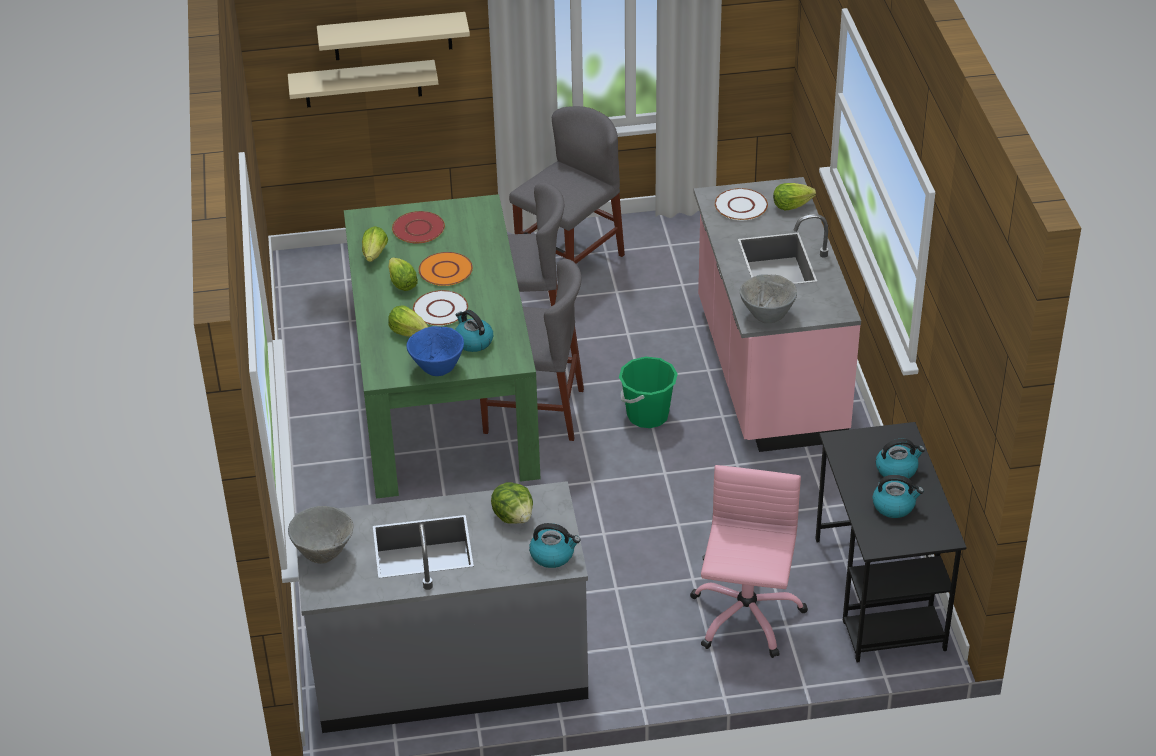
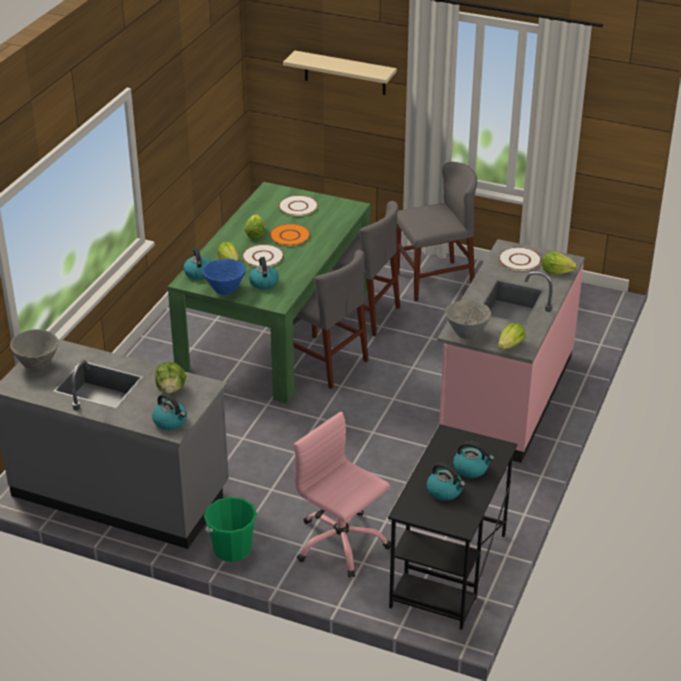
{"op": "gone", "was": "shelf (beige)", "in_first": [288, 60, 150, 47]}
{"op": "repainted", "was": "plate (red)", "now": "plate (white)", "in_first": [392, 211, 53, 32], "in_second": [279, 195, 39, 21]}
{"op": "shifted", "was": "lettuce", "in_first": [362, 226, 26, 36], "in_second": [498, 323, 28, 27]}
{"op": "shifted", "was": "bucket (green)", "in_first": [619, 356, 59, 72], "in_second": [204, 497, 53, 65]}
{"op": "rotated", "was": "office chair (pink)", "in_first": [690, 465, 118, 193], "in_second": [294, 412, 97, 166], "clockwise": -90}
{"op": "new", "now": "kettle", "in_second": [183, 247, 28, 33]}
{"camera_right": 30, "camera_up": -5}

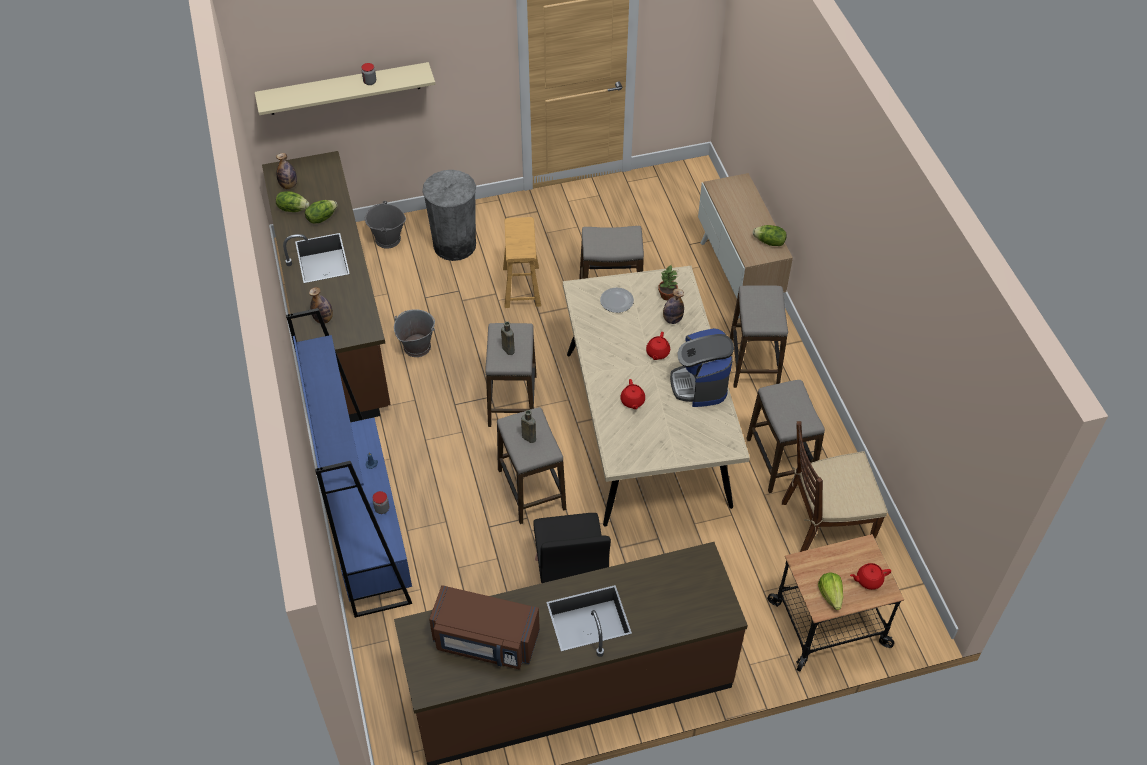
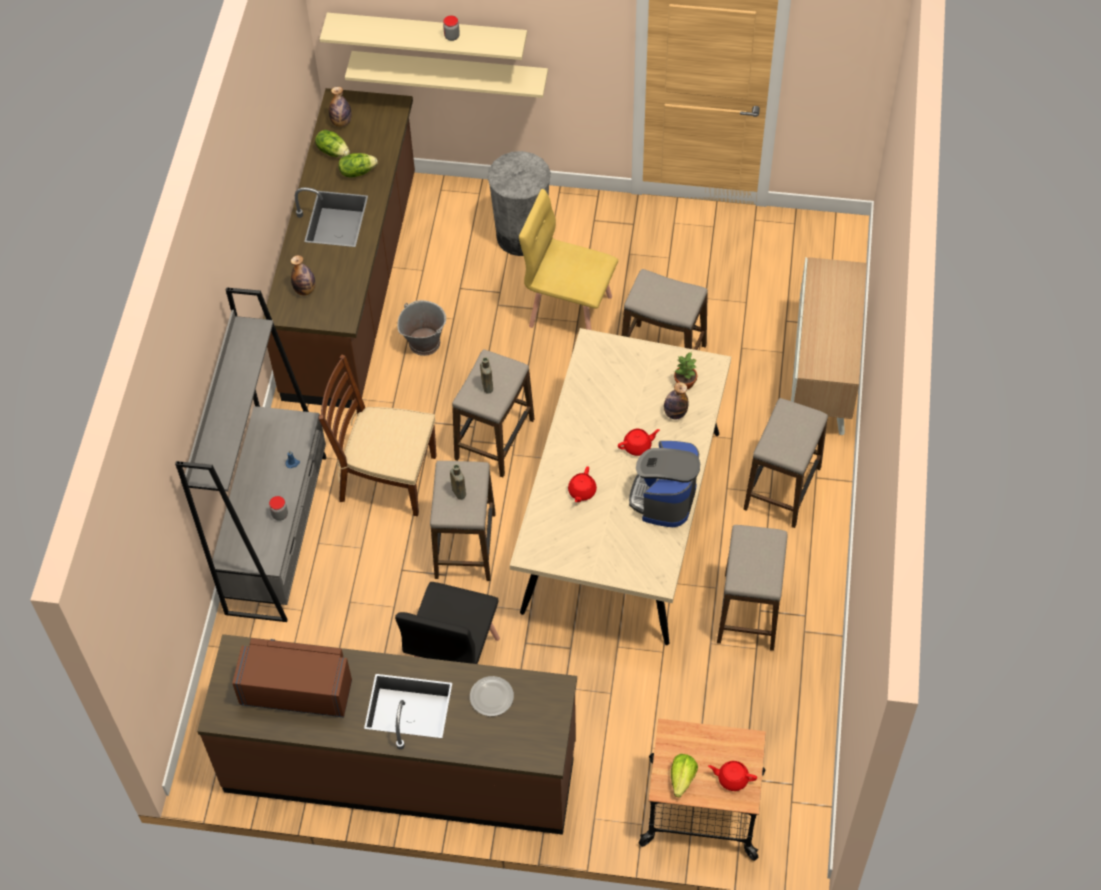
{"op": "gone", "was": "bucket (grey)", "in_first": [365, 201, 41, 48]}
{"op": "swapped", "was": "stool (brown)", "now": "chair (yellow)", "in_first": [503, 217, 38, 91], "in_second": [519, 189, 99, 141]}
{"op": "gone", "was": "lettuce", "in_first": [753, 225, 34, 21]}
{"op": "shifted", "was": "plate", "in_first": [600, 288, 34, 25], "in_second": [470, 676, 44, 40]}
{"op": "repainted", "was": "bookcase (blue)", "now": "bookcase (grey)", "in_first": [286, 308, 126, 310], "in_second": [175, 288, 151, 334]}
{"op": "rotated", "was": "teapot (red)", "in_first": [646, 332, 24, 28], "in_second": [618, 429, 42, 27], "clockwise": -150}
{"op": "shifted", "was": "chair (brown)", "in_first": [782, 421, 106, 131], "in_second": [319, 355, 118, 161]}
{"op": "rotated", "was": "microwave (brown)", "in_first": [429, 585, 111, 85], "in_second": [232, 638, 120, 80], "clockwise": 150}
{"op": "new", "now": "shelf (beige)", "in_second": [345, 51, 203, 47]}
{"camera_right": 25, "camera_up": 5}

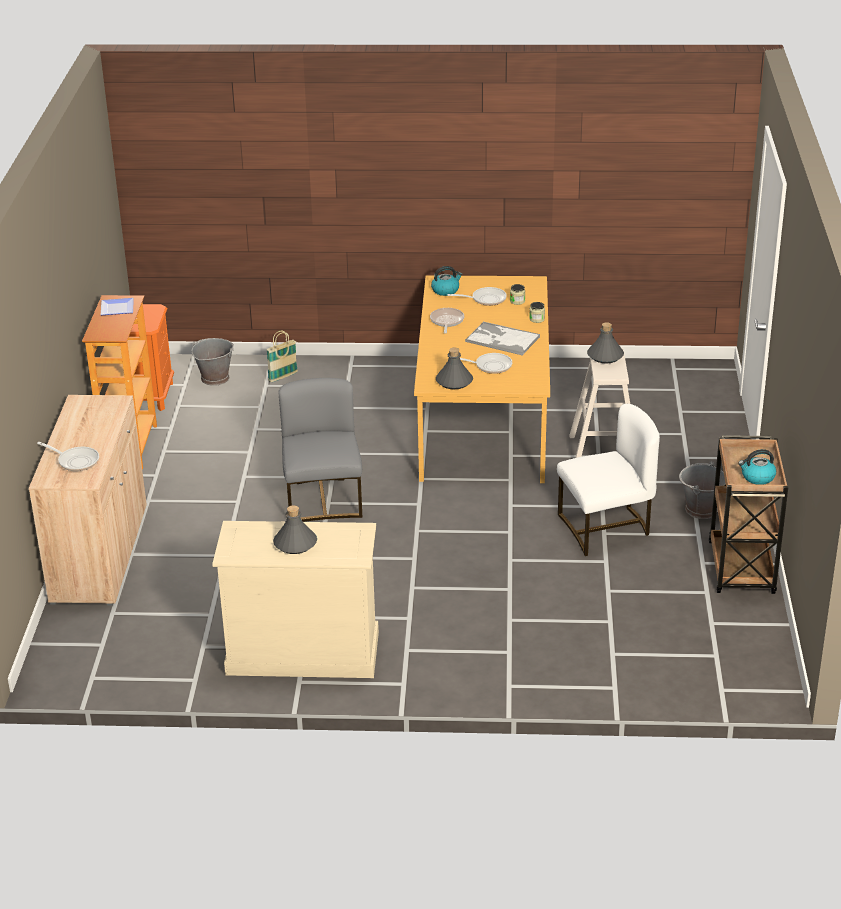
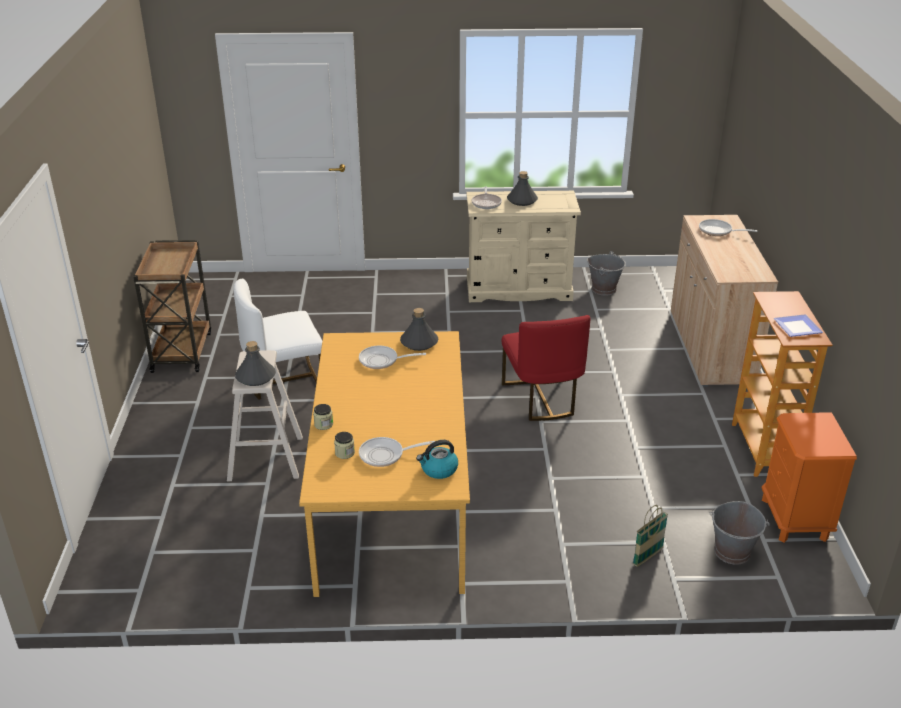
{"op": "shifted", "was": "frying pan", "in_first": [430, 308, 34, 26], "in_second": [471, 186, 31, 23]}
{"op": "gone", "was": "tray", "in_first": [465, 321, 75, 35]}
{"op": "repainted", "was": "chair (grey)", "now": "chair (red)", "in_first": [278, 378, 84, 144], "in_second": [502, 315, 89, 106]}
{"op": "gone", "was": "kettle", "in_first": [738, 449, 38, 35]}
{"op": "shifted", "was": "bucket (grey)", "in_first": [679, 461, 47, 58], "in_second": [587, 251, 39, 45]}
{"camera_right": 175, "camera_up": 0}

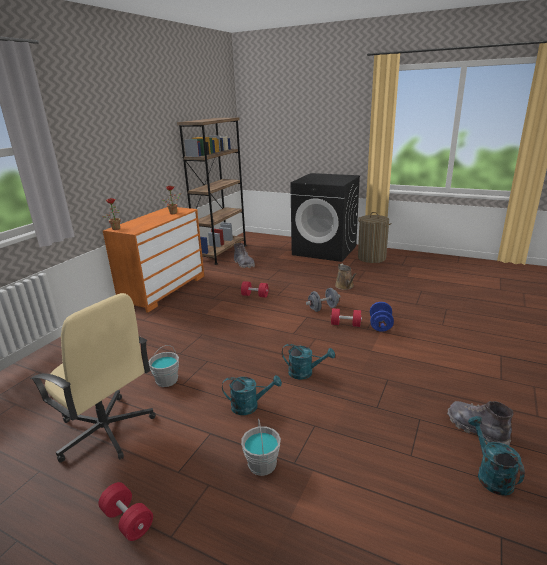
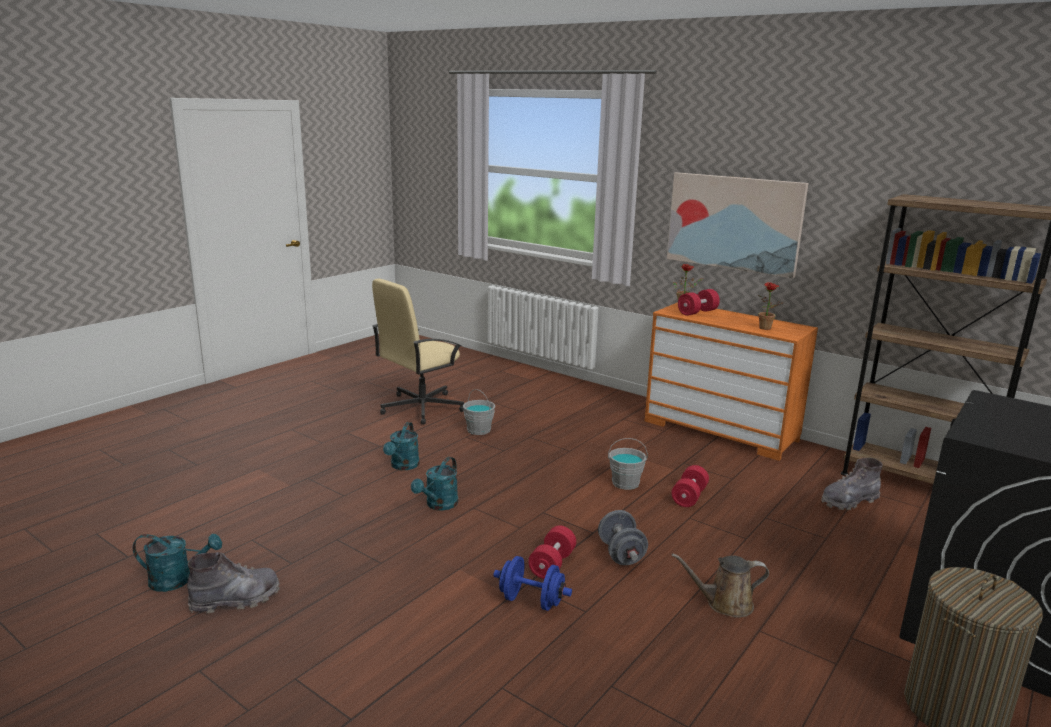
{"op": "shifted", "was": "bucket (grey)", "in_first": [241, 419, 40, 57], "in_second": [608, 438, 40, 52]}
{"op": "shifted", "was": "dumbbell (red)", "in_first": [98, 482, 55, 59], "in_second": [678, 289, 42, 27]}
{"op": "new", "now": "picture", "in_second": [667, 172, 141, 106]}
{"camera_right": 100, "camera_up": -5}

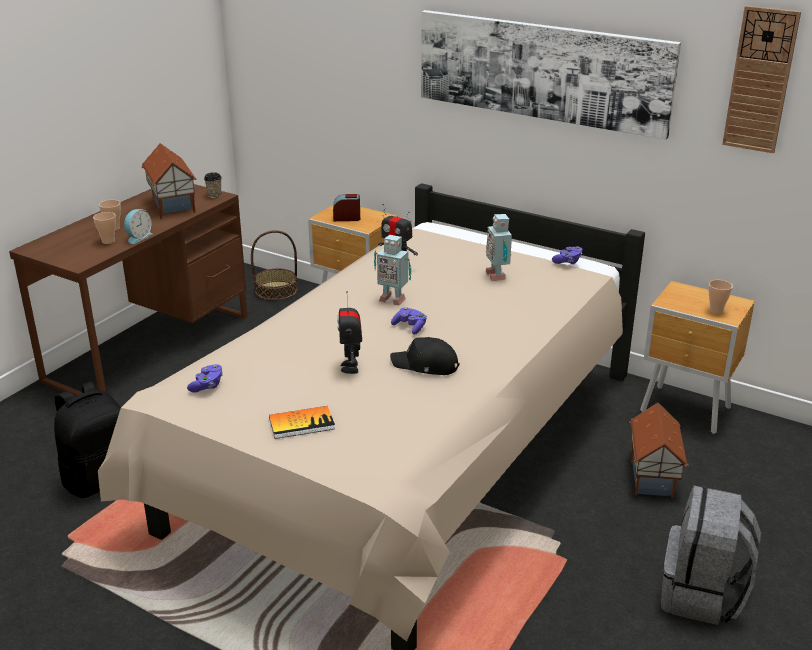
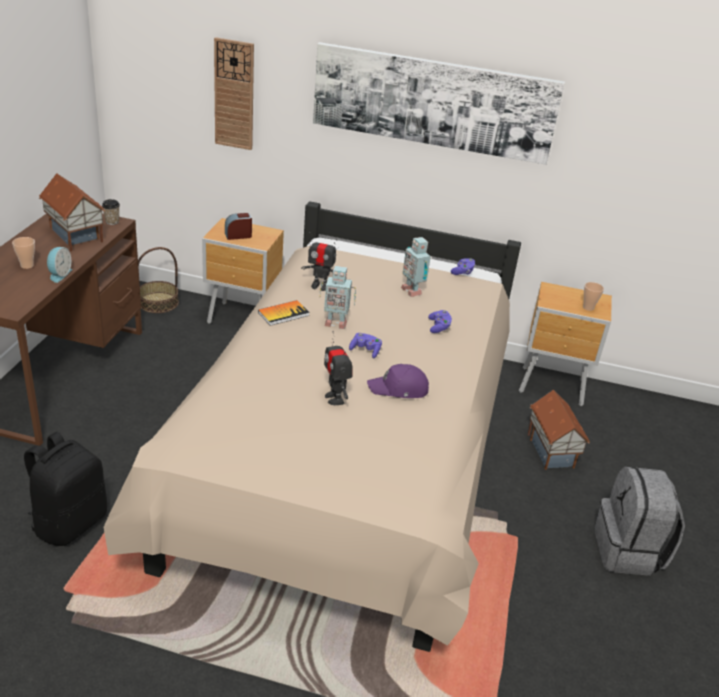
{"op": "shifted", "was": "wall clock", "in_first": [722, 6, 79, 147], "in_second": [214, 37, 40, 113]}
{"op": "gone", "was": "cup", "in_first": [93, 212, 23, 32]}
{"op": "repainted", "was": "cap (black)", "now": "cap (purple)", "in_first": [390, 337, 69, 38], "in_second": [367, 364, 62, 34]}
{"op": "shifted", "was": "game controller (purple)", "in_first": [187, 364, 36, 28], "in_second": [428, 310, 24, 23]}
{"op": "shifted", "was": "book", "in_first": [269, 406, 66, 33], "in_second": [258, 300, 52, 26]}
{"camera_right": -20, "camera_up": 5}

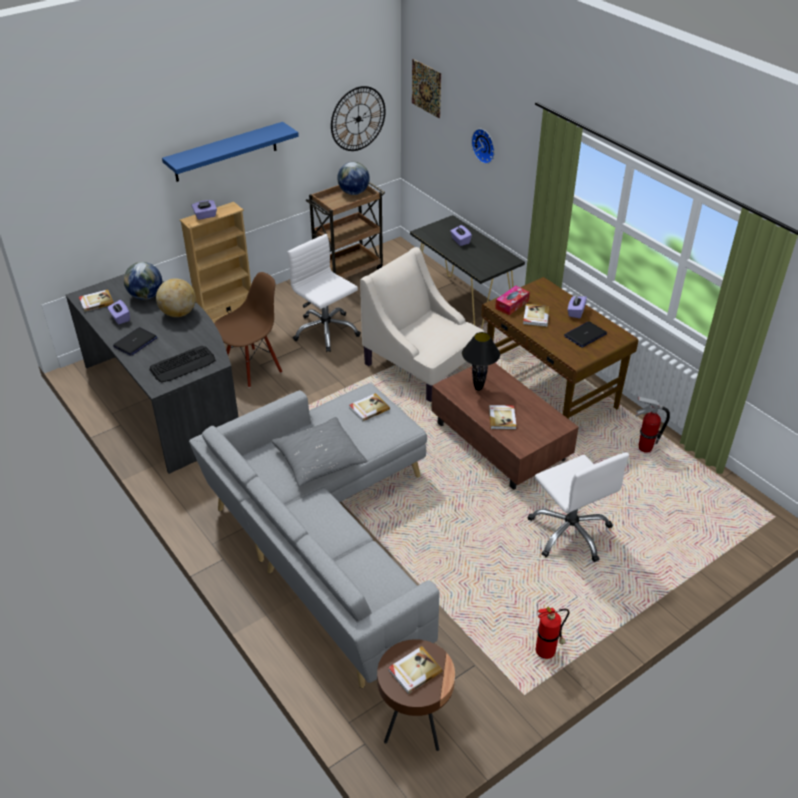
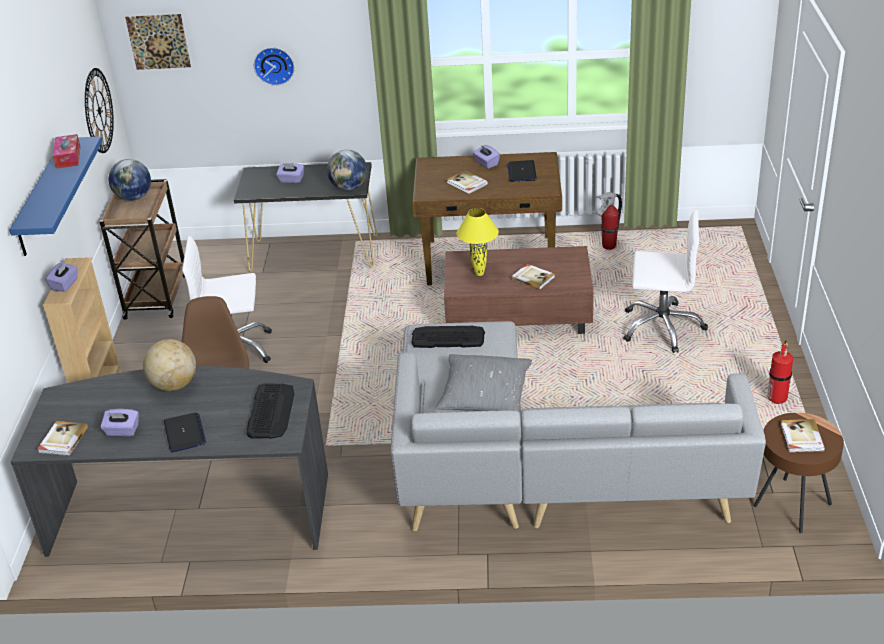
{"op": "gone", "was": "armchair (beige)", "in_first": [360, 247, 124, 155]}
{"op": "shifted", "was": "globe", "in_first": [124, 262, 38, 38], "in_second": [327, 150, 40, 41]}
{"op": "shifted", "was": "tissue box", "in_first": [495, 286, 35, 29], "in_second": [53, 134, 27, 35]}
{"op": "repainted", "was": "table lamp (black)", "now": "table lamp (yellow)", "in_first": [462, 332, 38, 59], "in_second": [457, 208, 42, 68]}
{"op": "swapped", "was": "book", "now": "keyboard", "in_first": [349, 393, 41, 29], "in_second": [411, 325, 74, 23]}
{"camera_right": -50, "camera_up": -5}

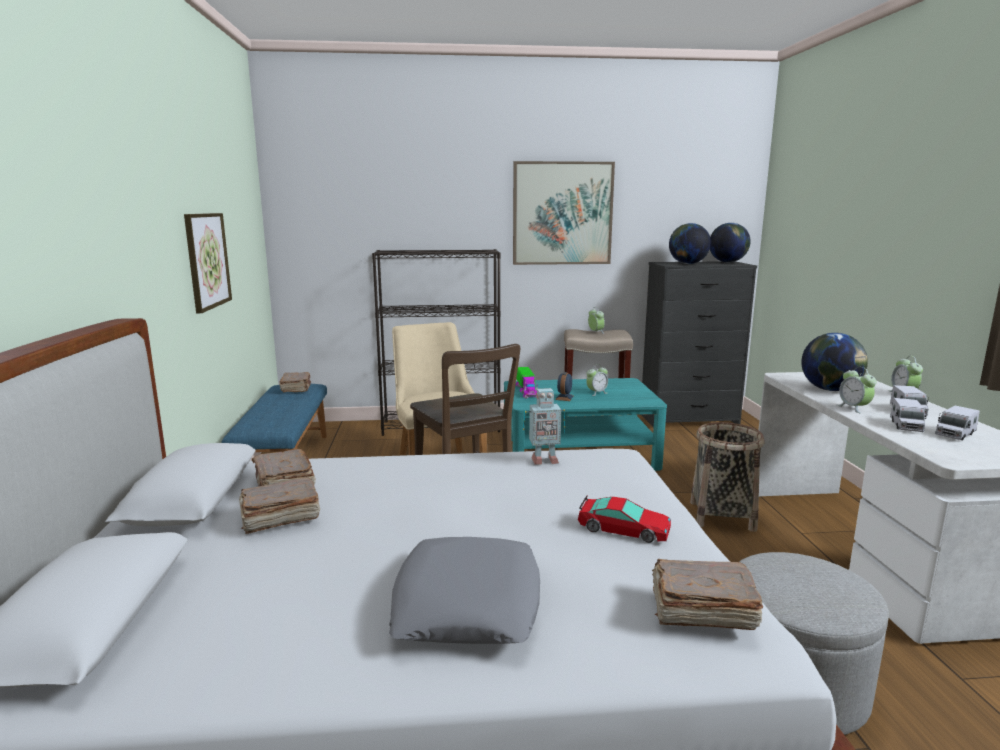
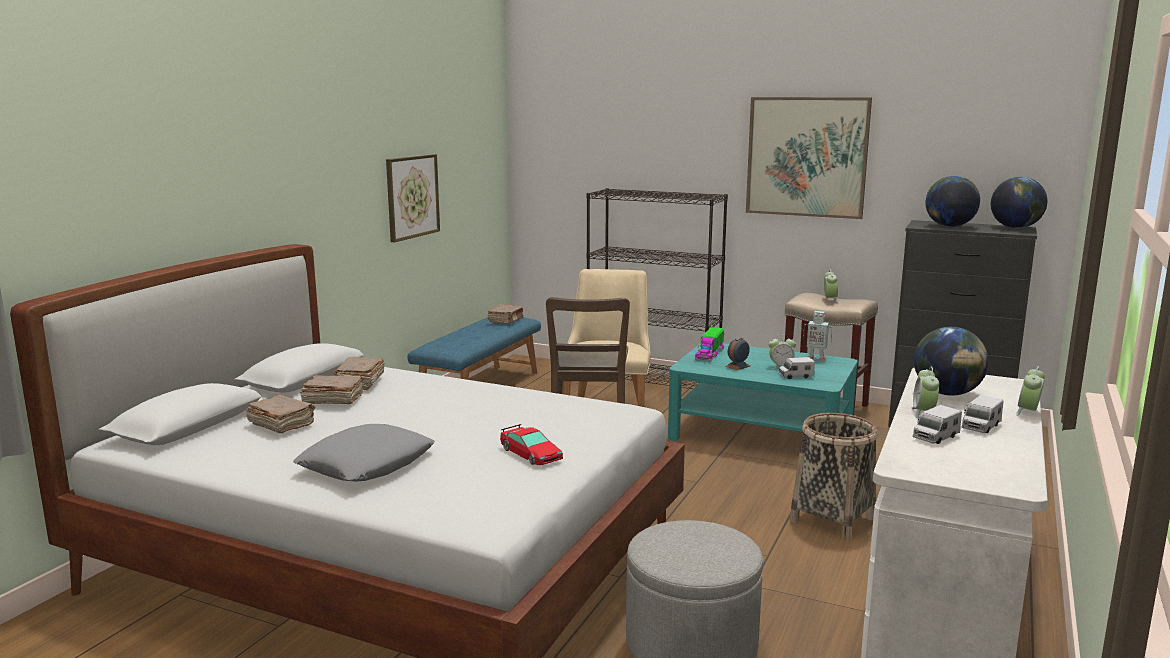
{"op": "shifted", "was": "toy robot", "in_first": [523, 388, 42, 77], "in_second": [803, 311, 29, 51]}
{"op": "shifted", "was": "toy truck", "in_first": [935, 406, 45, 34], "in_second": [778, 357, 37, 22]}
{"op": "shifted", "was": "book (brown)", "in_first": [652, 559, 111, 71], "in_second": [246, 395, 69, 38]}
{"camera_right": 30, "camera_up": 0}

